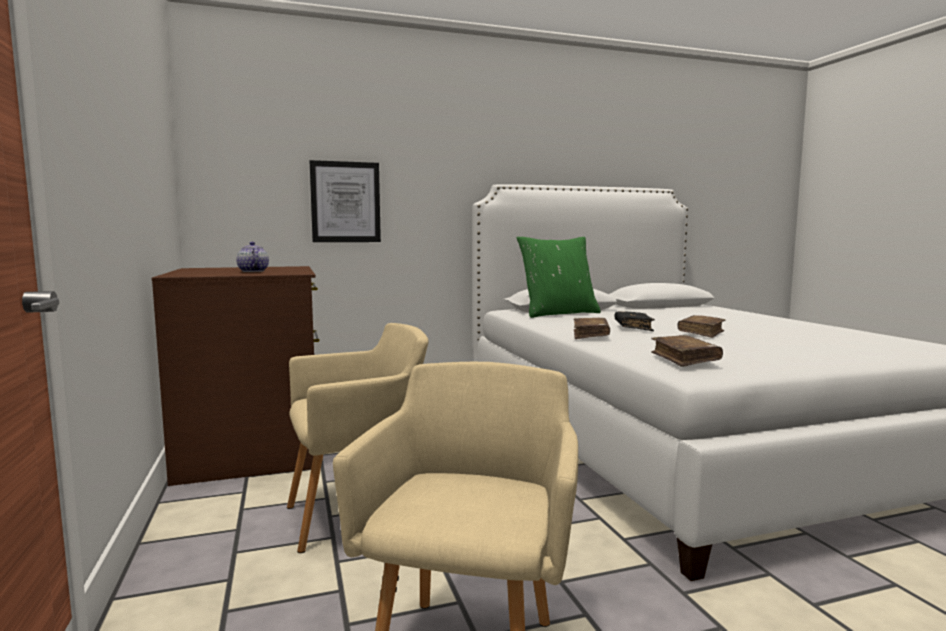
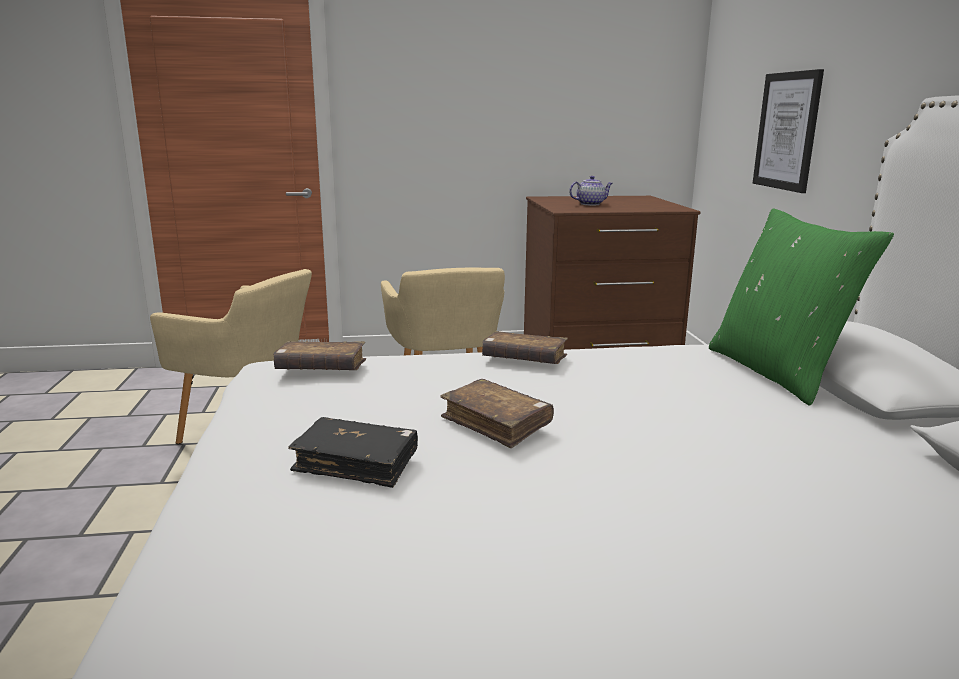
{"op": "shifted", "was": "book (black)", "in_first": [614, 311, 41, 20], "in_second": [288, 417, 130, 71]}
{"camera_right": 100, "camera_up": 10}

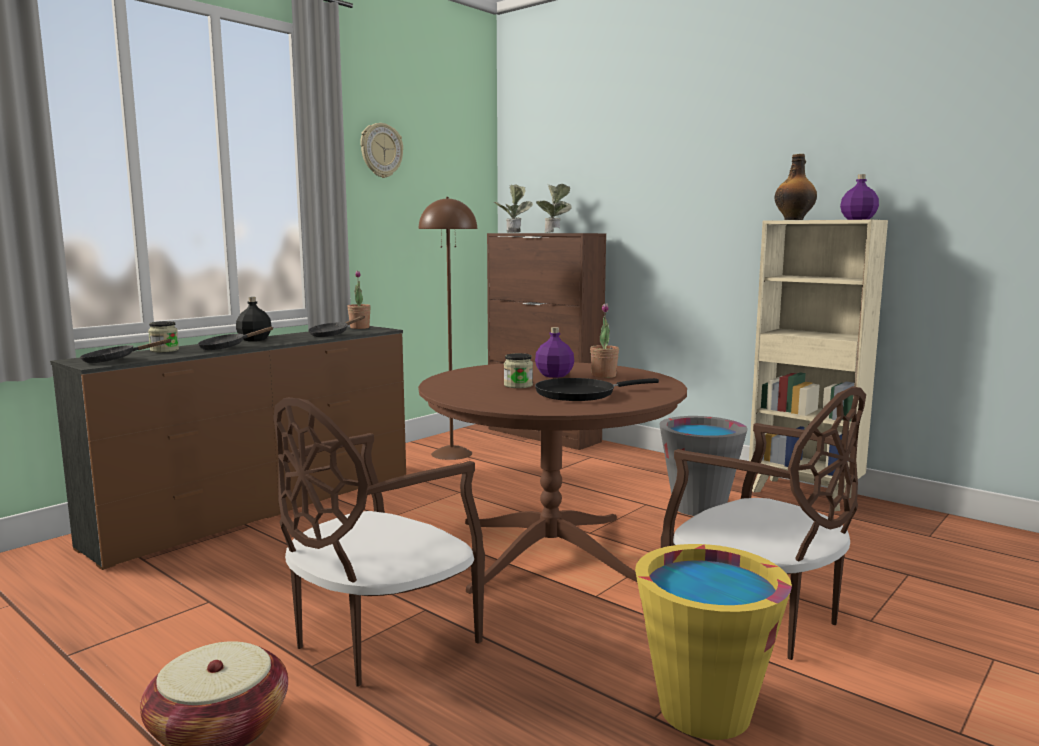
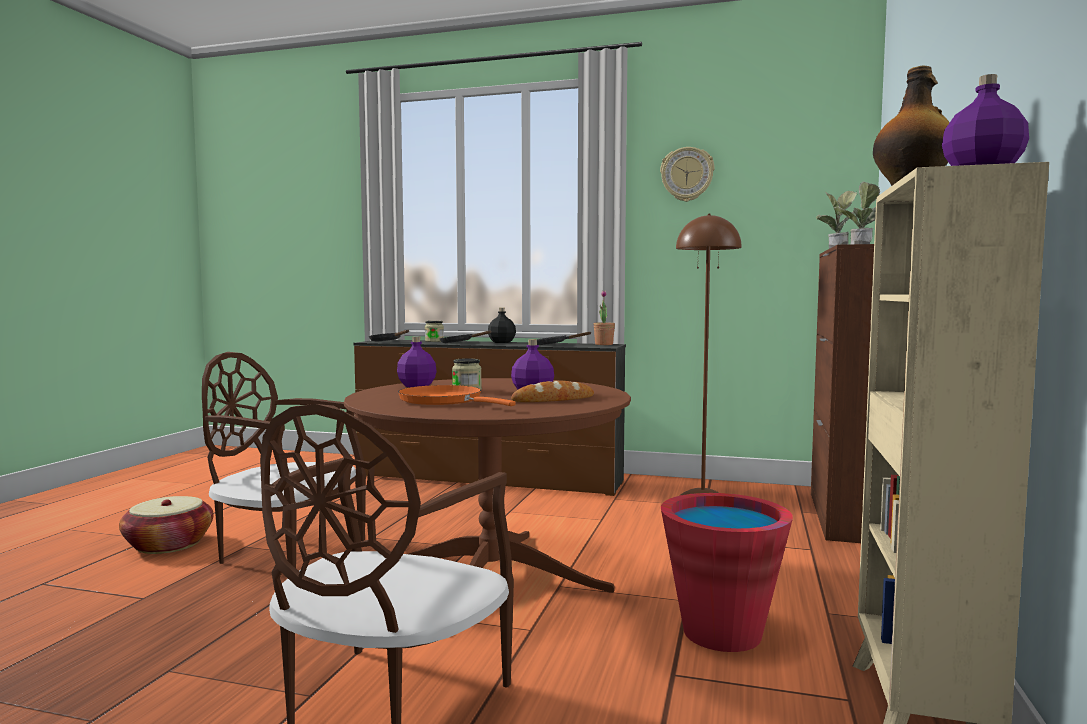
{"op": "swapped", "was": "potted plant", "now": "bread", "in_first": [590, 304, 29, 74], "in_second": [511, 381, 83, 21]}
{"op": "repainted", "was": "frying pan (black)", "now": "frying pan (orange)", "in_first": [535, 378, 124, 23], "in_second": [398, 385, 118, 21]}
{"op": "repainted", "was": "bucket (grey)", "now": "bucket (red)", "in_first": [659, 416, 89, 100], "in_second": [661, 493, 132, 159]}
{"op": "gone", "was": "bucket (yellow)", "in_first": [635, 544, 157, 196]}
{"op": "new", "now": "bottle (purple)", "in_second": [397, 336, 40, 51]}
{"camera_right": 65, "camera_up": -5}

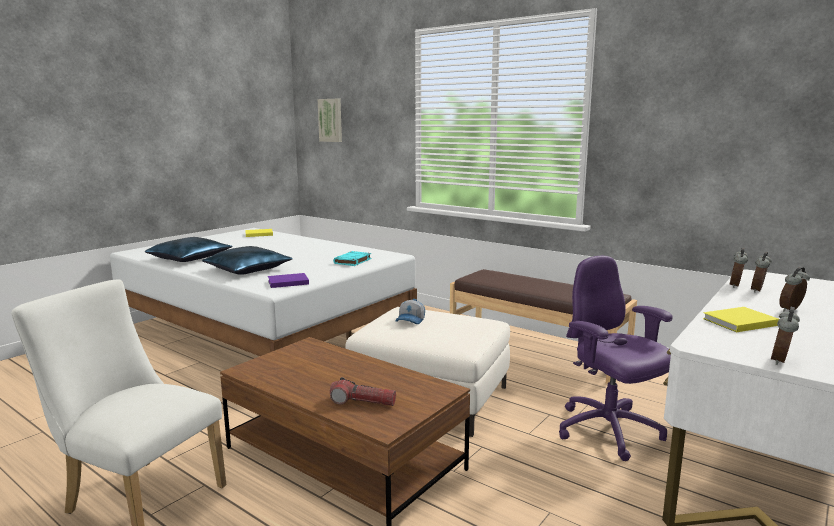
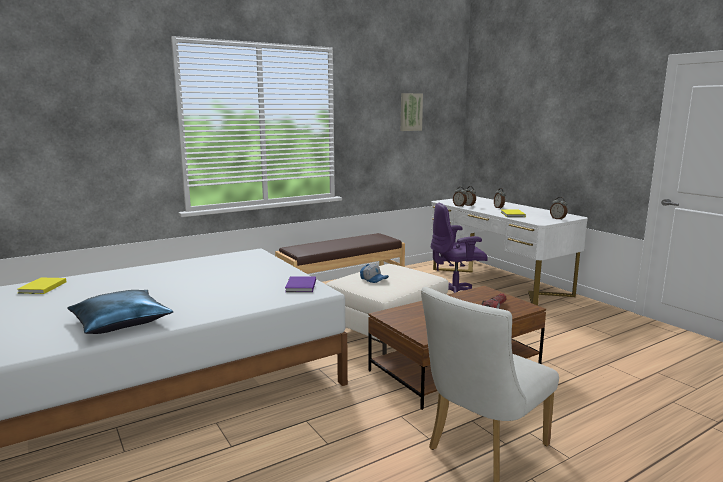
{"op": "shifted", "was": "picture", "in_first": [318, 99, 24, 43], "in_second": [401, 93, 22, 38]}
{"op": "gone", "was": "pillow (blue)", "in_first": [202, 246, 91, 29]}
{"op": "gone", "was": "book (turquoise)", "in_first": [333, 251, 38, 15]}
{"camera_right": -70, "camera_up": 0}

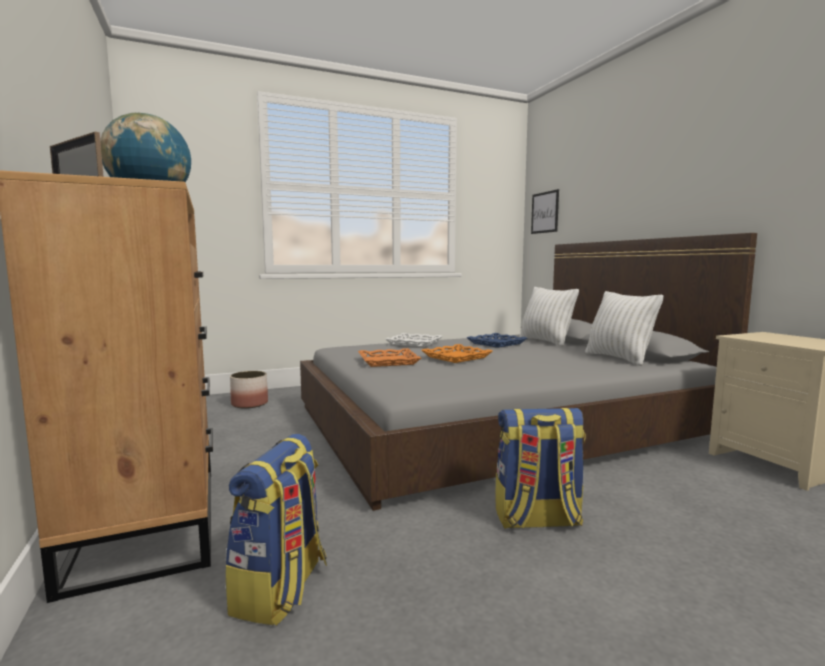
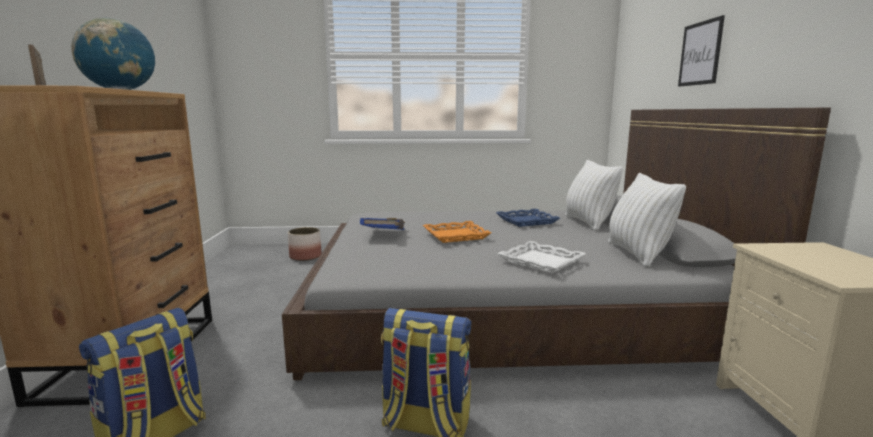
{"op": "shifted", "was": "picture", "in_first": [531, 189, 28, 45], "in_second": [678, 15, 47, 72]}
{"op": "shifted", "was": "tray (white)", "in_first": [385, 333, 57, 14], "in_second": [497, 241, 89, 32]}
{"op": "swapped", "was": "tray (orange)", "now": "book (blue)", "in_first": [358, 348, 63, 19], "in_second": [360, 218, 45, 12]}
{"camera_right": 20, "camera_up": 5}

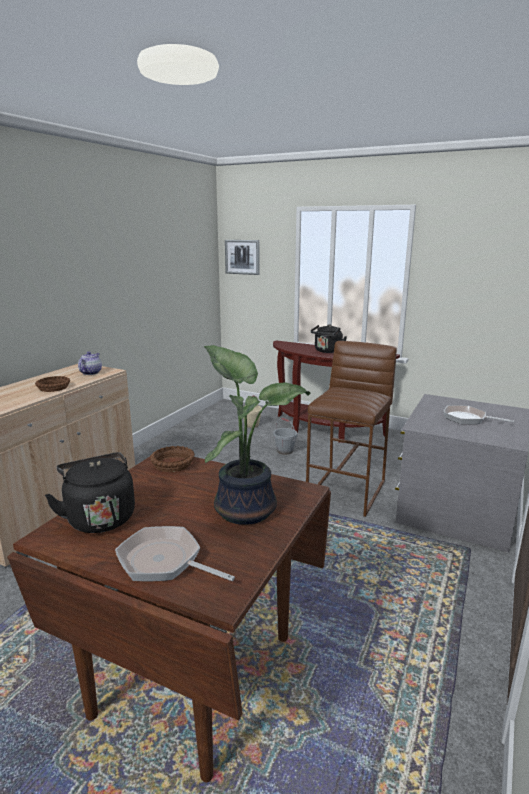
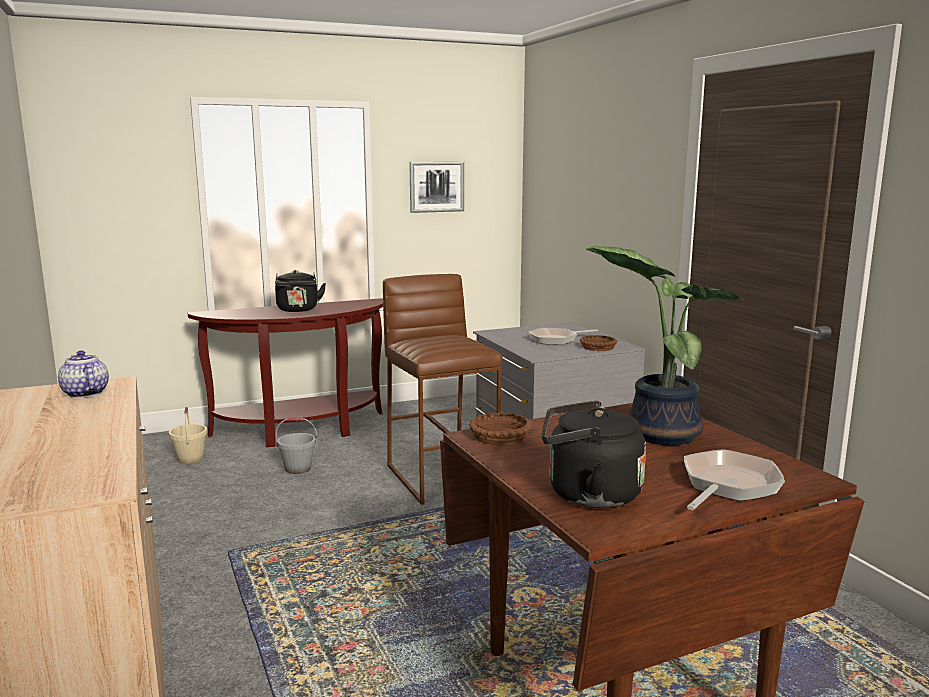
{"op": "shifted", "was": "picture", "in_first": [225, 240, 34, 35], "in_second": [409, 162, 55, 51]}
{"op": "shifted", "was": "bowl (brown)", "in_first": [35, 376, 35, 16], "in_second": [580, 335, 37, 16]}
{"op": "rotated", "was": "frying pan", "in_first": [115, 526, 120, 55], "in_second": [684, 449, 101, 61], "clockwise": 150}
{"camera_right": -50, "camera_up": -5}

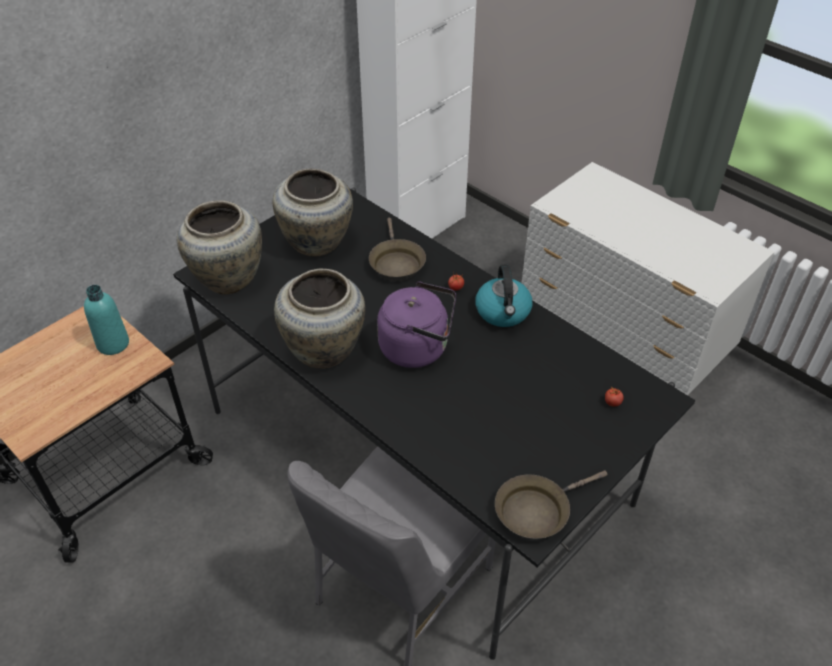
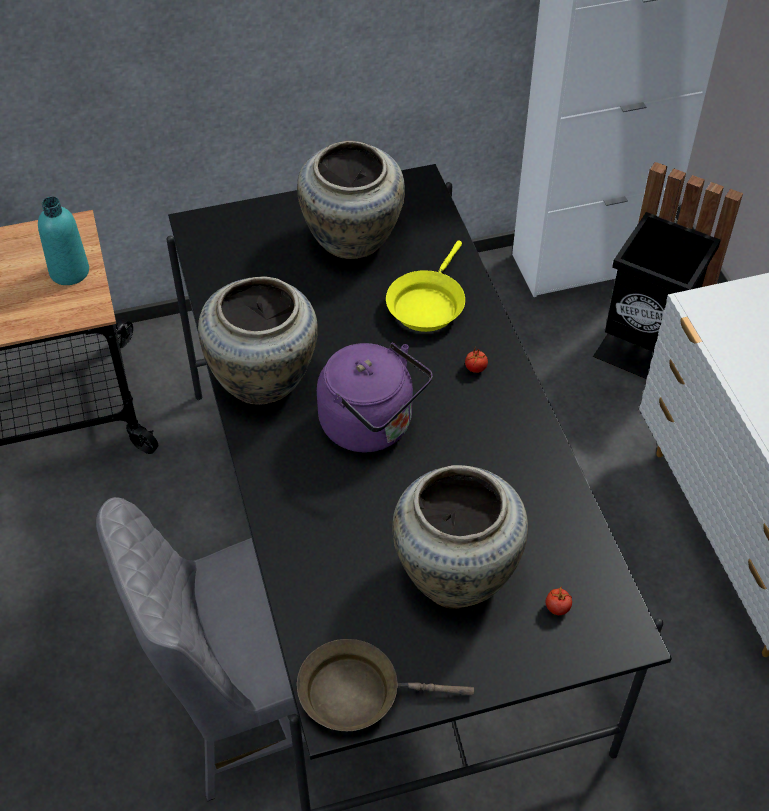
{"op": "shifted", "was": "vase (beige)", "in_first": [177, 201, 85, 93], "in_second": [392, 465, 136, 144]}
{"op": "repainted", "was": "frying pan (brown)", "now": "frying pan (yellow)", "in_first": [369, 218, 57, 63], "in_second": [386, 240, 79, 92]}
{"op": "gone", "was": "kettle", "in_first": [475, 264, 57, 63]}
{"op": "new", "now": "trash can (black)", "in_second": [593, 162, 150, 217]}
{"camera_right": 30, "camera_up": 5}

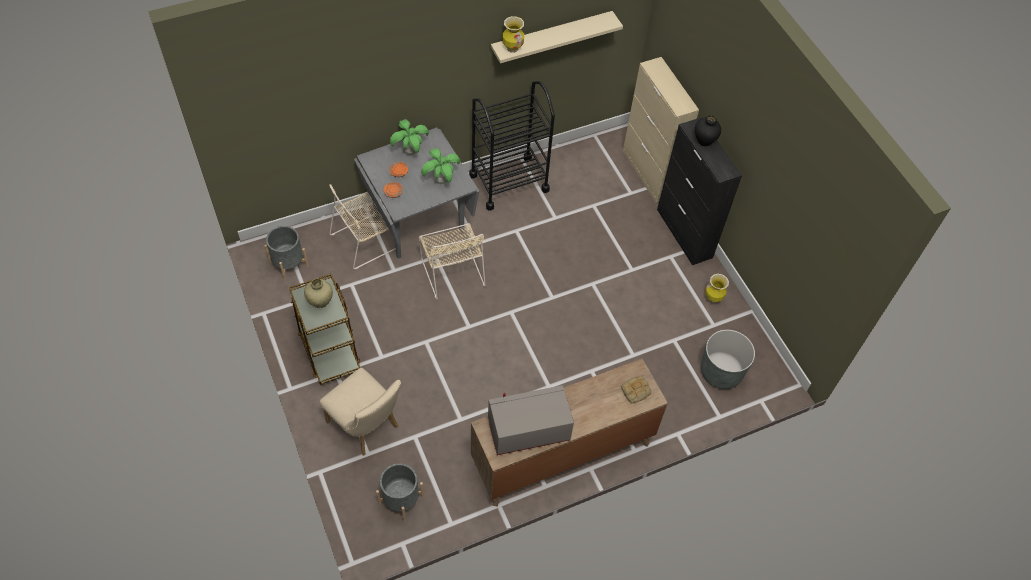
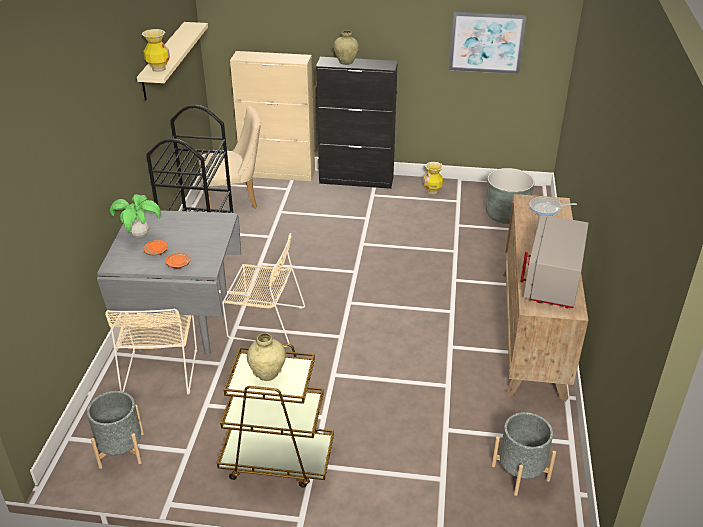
{"op": "repainted", "was": "vase (black)", "now": "vase (beige)", "in_first": [695, 115, 26, 31], "in_second": [334, 30, 25, 35]}
{"op": "gone", "was": "potted plant", "in_first": [421, 148, 39, 36]}
{"op": "shifted", "was": "chair (beige)", "in_first": [319, 368, 82, 88], "in_second": [199, 106, 62, 103]}
{"op": "swapped", "was": "bread", "now": "frying pan", "in_first": [621, 376, 30, 27], "in_second": [529, 197, 48, 19]}
{"op": "new", "now": "picture", "in_second": [449, 12, 78, 62]}
{"camera_right": -55, "camera_up": -20}

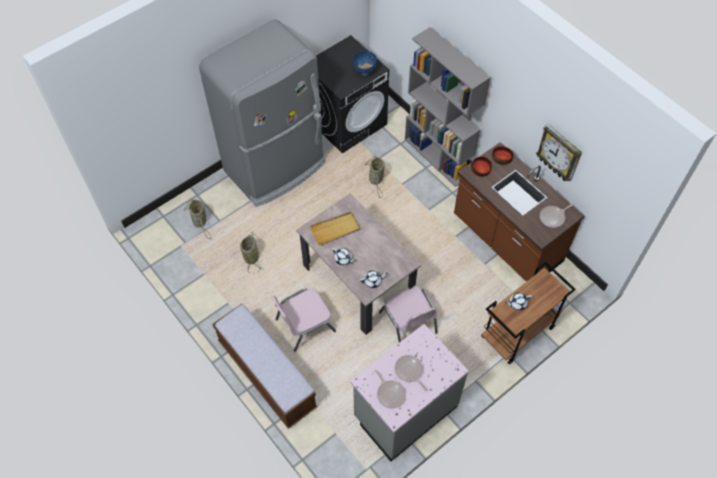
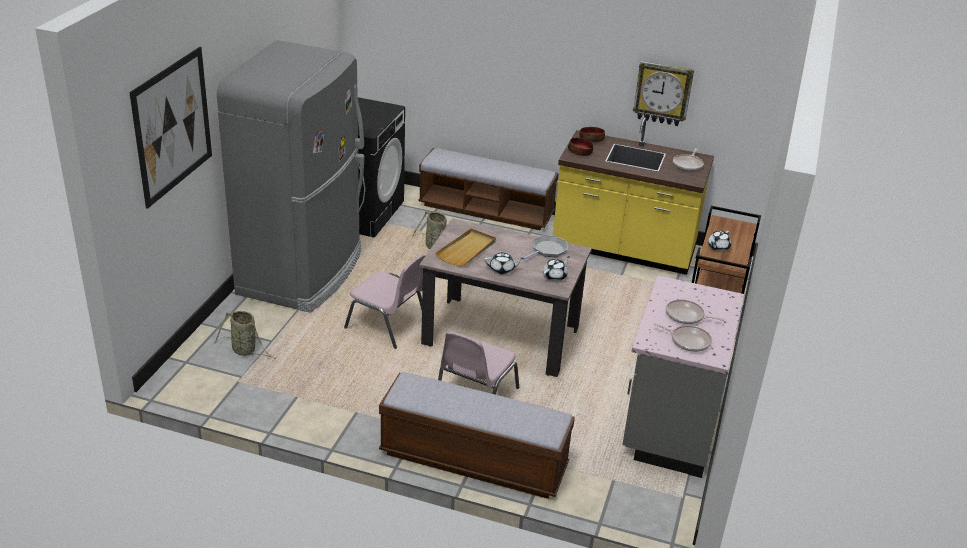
{"op": "swapped", "was": "bookcase (grey)", "now": "bench", "in_first": [405, 27, 86, 160], "in_second": [418, 148, 141, 82]}
{"op": "gone", "was": "bowl (blue)", "in_first": [353, 51, 24, 25]}
{"op": "repainted", "was": "counter (brown)", "now": "counter (yellow)", "in_first": [454, 142, 130, 140], "in_second": [553, 117, 161, 158]}
{"op": "gone", "was": "basket", "in_first": [240, 232, 22, 41]}
{"op": "shifted", "was": "chair (pink)", "in_first": [379, 285, 59, 58], "in_second": [344, 254, 81, 95]}
{"op": "new", "now": "picture", "in_second": [129, 47, 83, 162]}
{"op": "new", "now": "frying pan", "in_second": [522, 235, 46, 25]}
{"camera_right": -35, "camera_up": -25}

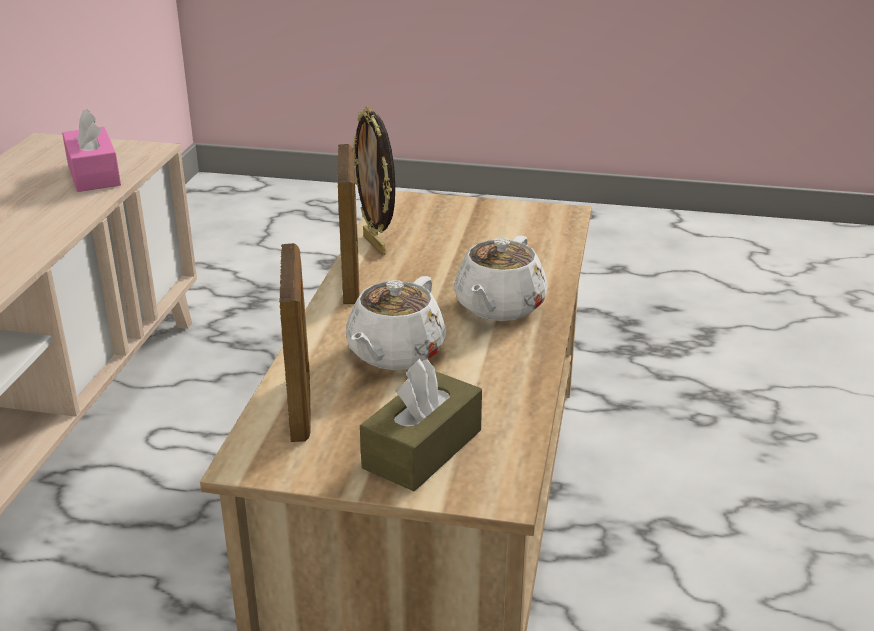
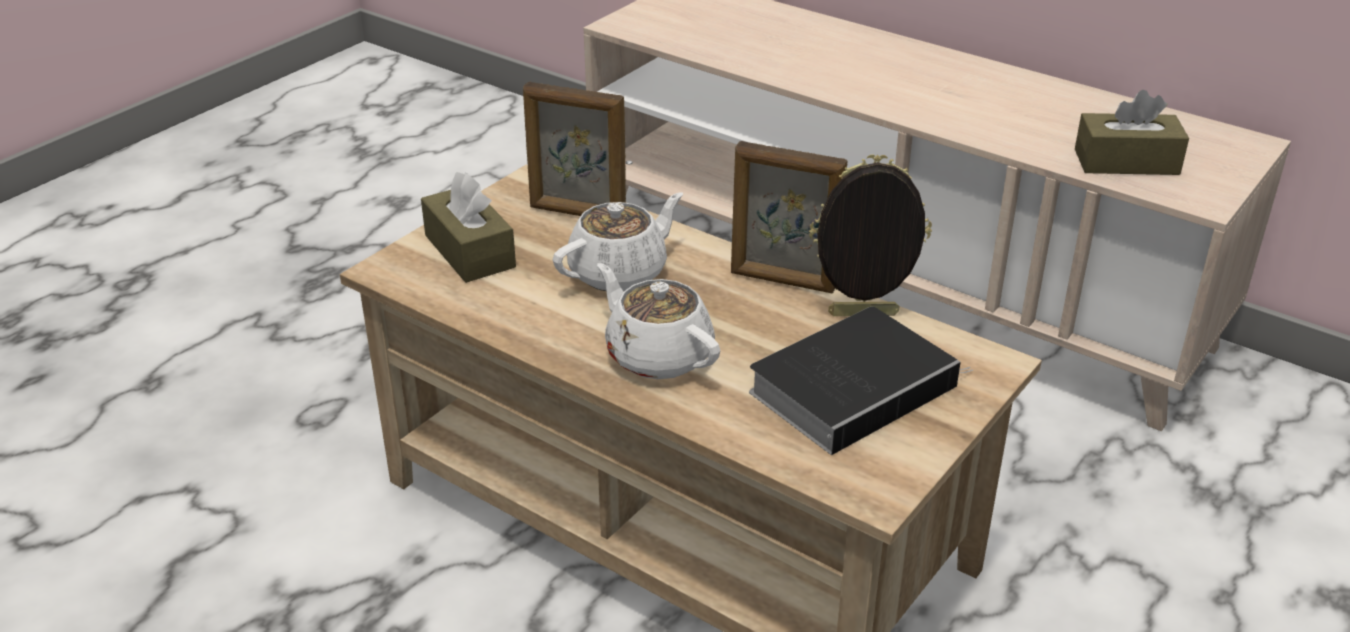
{"op": "repainted", "was": "tissue box (pink)", "now": "tissue box (brown)", "in_first": [62, 109, 59, 83], "in_second": [1075, 90, 114, 85]}
{"op": "rotated", "was": "teapot (white)", "in_first": [346, 276, 101, 94], "in_second": [553, 192, 130, 100], "clockwise": 90}
{"op": "new", "now": "book", "in_second": [749, 307, 224, 148]}
{"camera_right": 115, "camera_up": 5}

